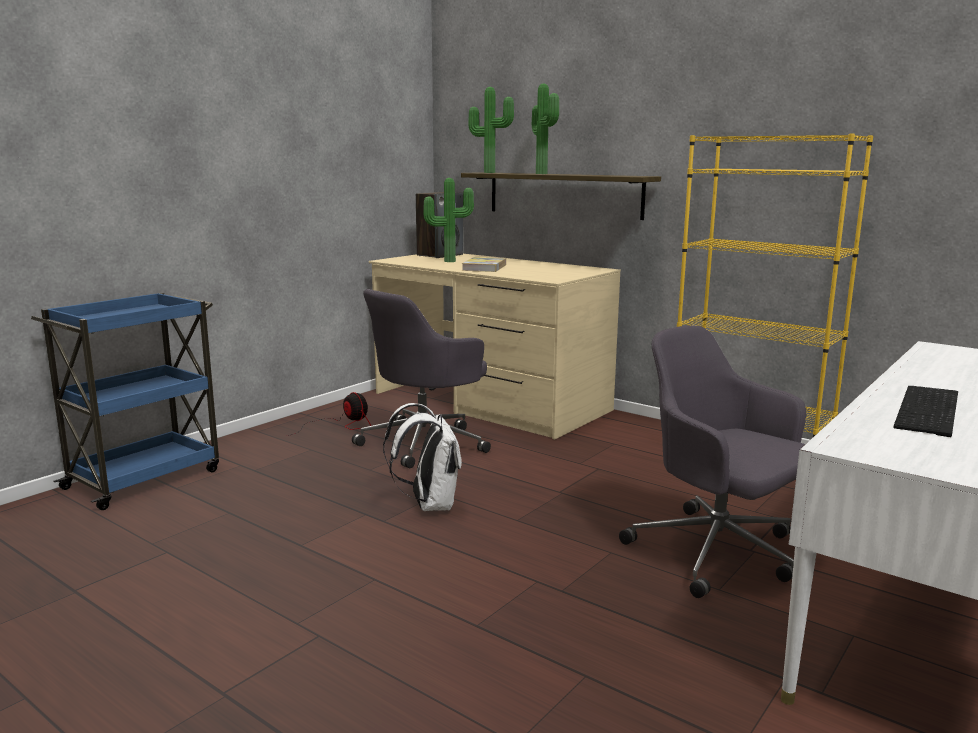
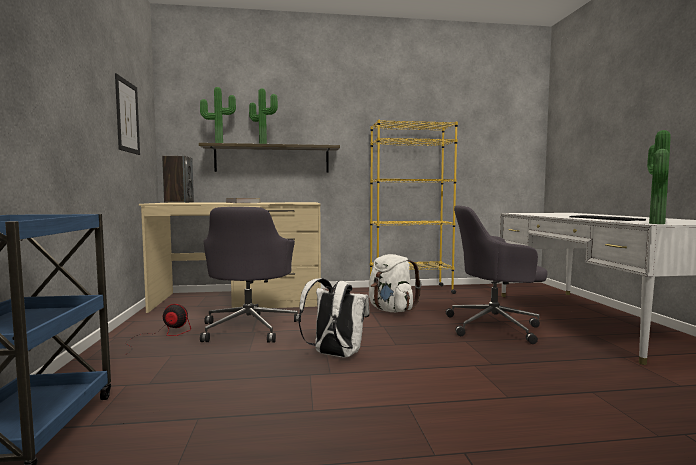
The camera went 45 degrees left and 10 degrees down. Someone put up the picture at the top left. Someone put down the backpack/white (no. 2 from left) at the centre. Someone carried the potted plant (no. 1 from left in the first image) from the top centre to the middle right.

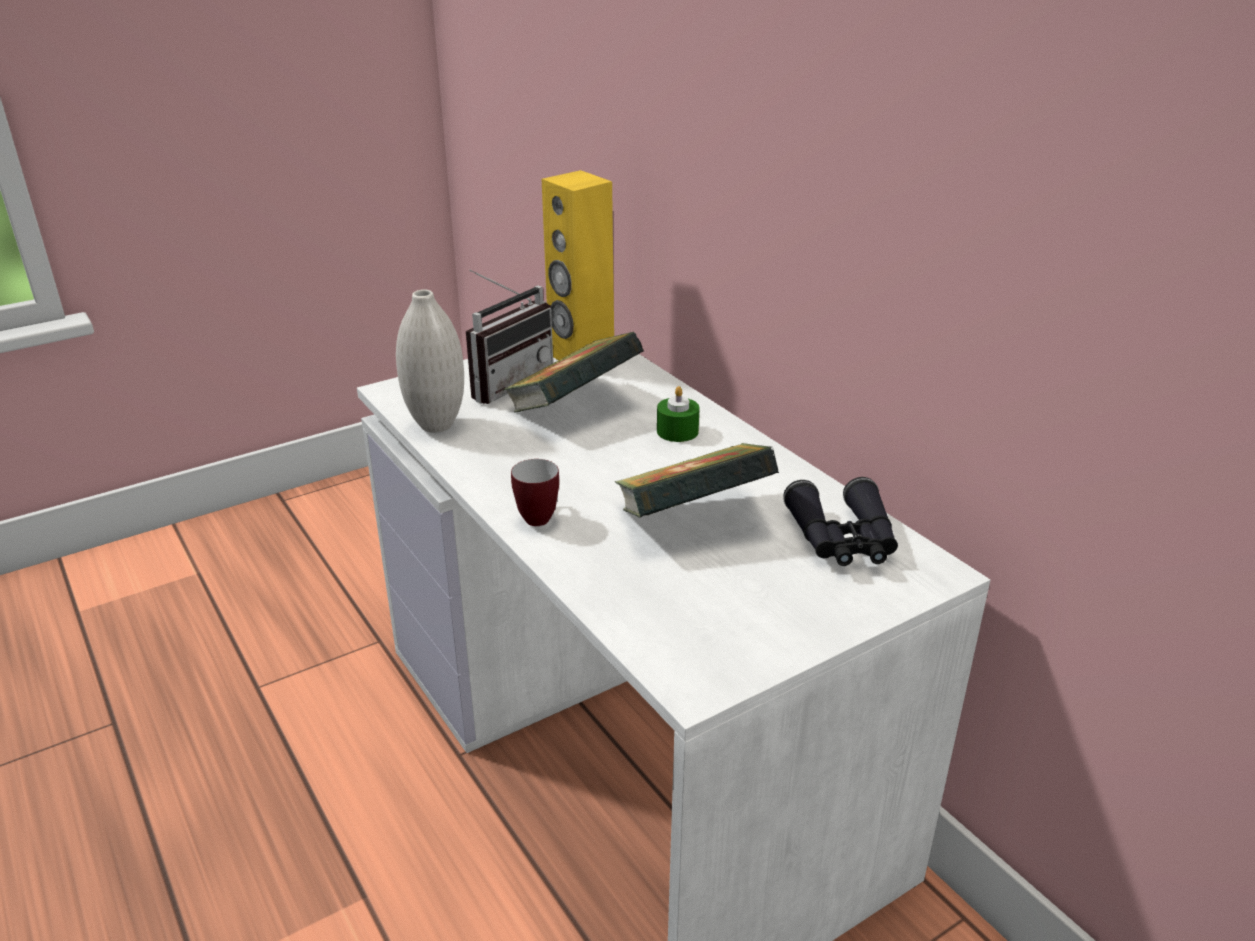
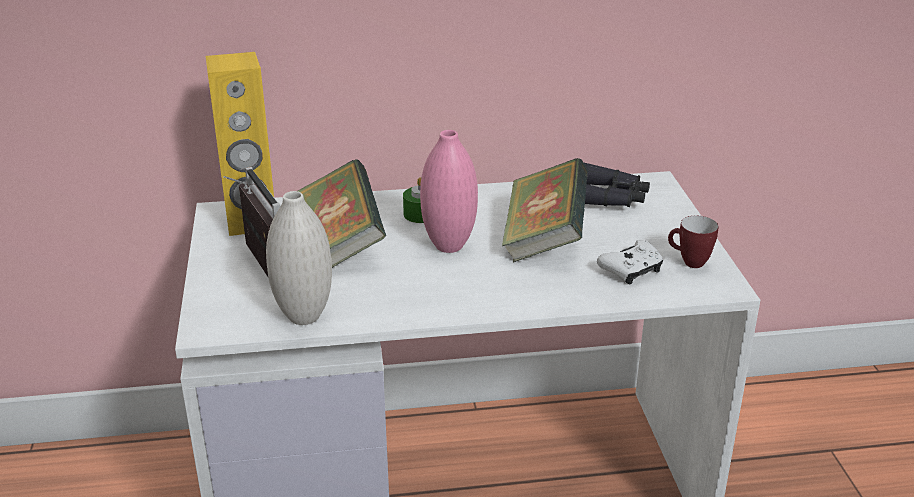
The camera went 65 degrees left and 0 degrees up. Someone put down the vase/pink at the centre. Someone put down the game controller/white at the middle right. Someone carried the mug from the centre to the middle right.

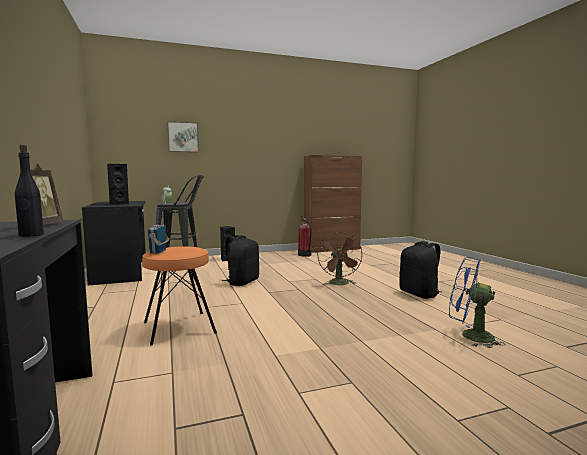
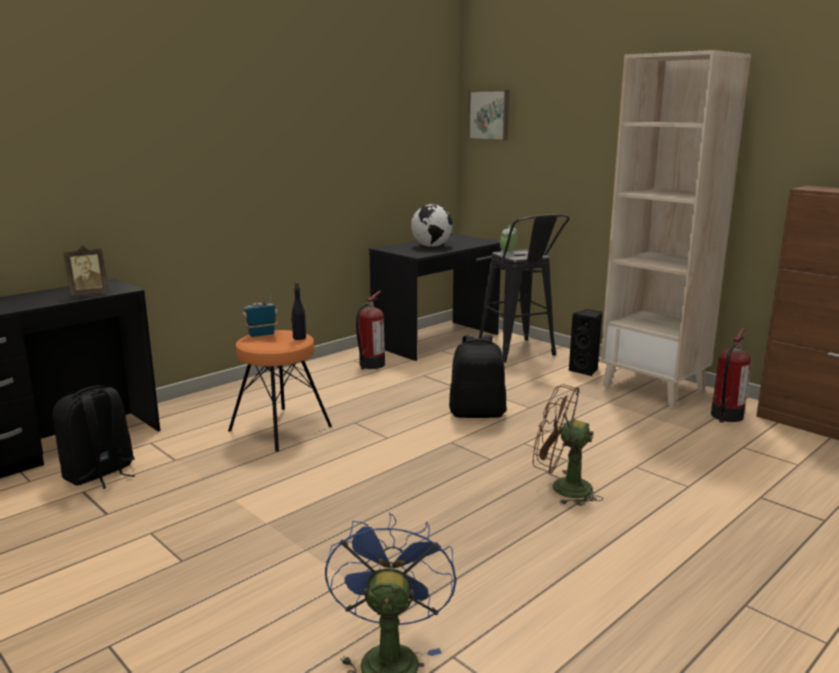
The camera went 65 degrees right and 10 degrees up. Someone carried the backpack/black (no. 2 from left in the first image) from the middle right to the middle left. Someone carried the bottle/black from the middle left to the centre. Someone put down the fire extinguisher (no. 1 from left) at the centre. Someone swapped the speaker/black (no. 1 from left) at the middle left for the globe at the centre. Someone carried the picture from the top left to the top centre. Someone rotated the fan/brown at the centre by 45 degrees clockwise. Someone put down the bookcase/beige at the middle right.

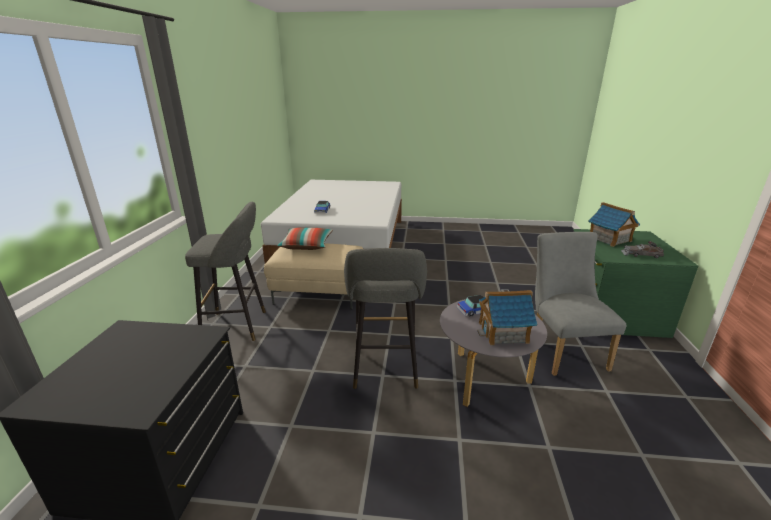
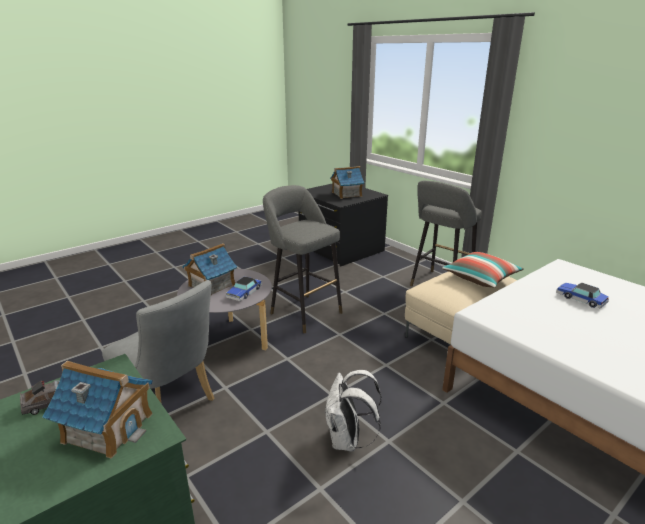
The camera went 135 degrees right and 0 degrees up. Someone put down the backpack/white at the bottom centre. Someone put down the toy house (no. 3 from left) at the centre.

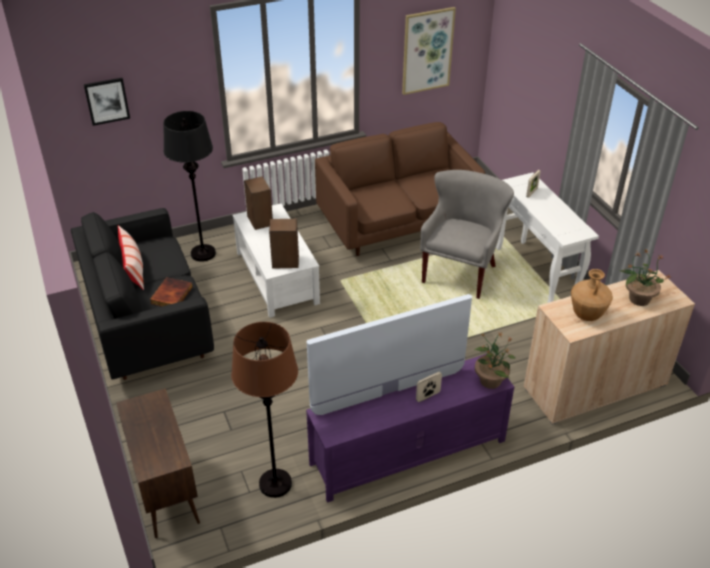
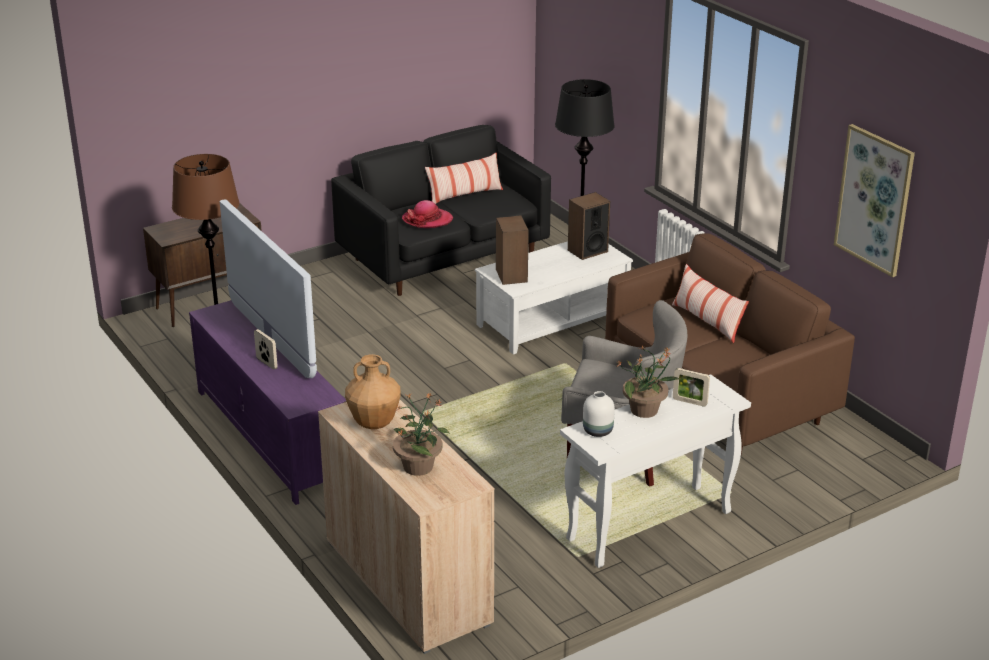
The camera went 80 degrees right and 10 degrees down. Someone swapped the book at the middle left for the hat at the top centre. Someone put down the vase/white at the centre. Someone carried the potted plant (no. 1 from left in the first image) from the middle right to the centre. Someone put down the pillow (no. 2 from left) at the middle right. Someone took away the picture (no. 1 from left) at the top left.

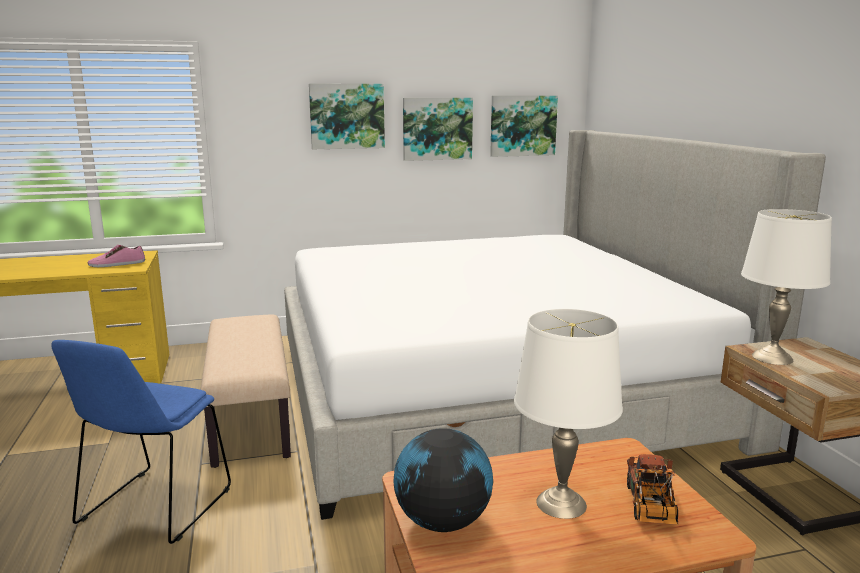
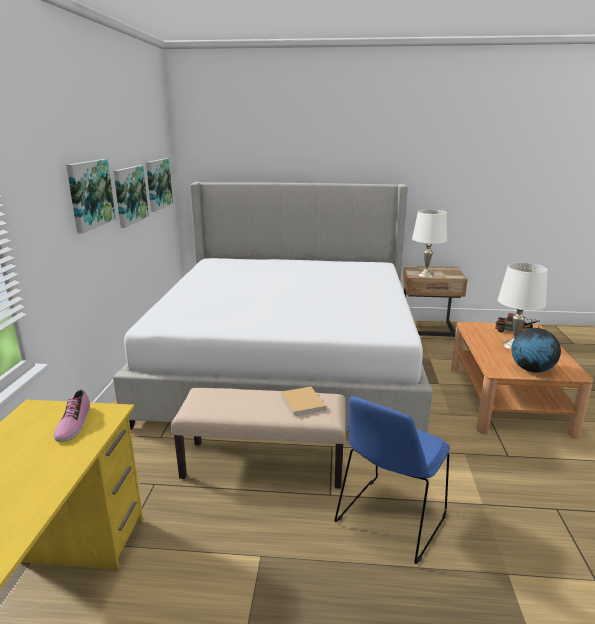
The camera went 70 degrees left and 5 degrees up. Someone put down the book/beige at the centre. Someone rotated the chair/blue at the bottom left by 90 degrees clockwise.

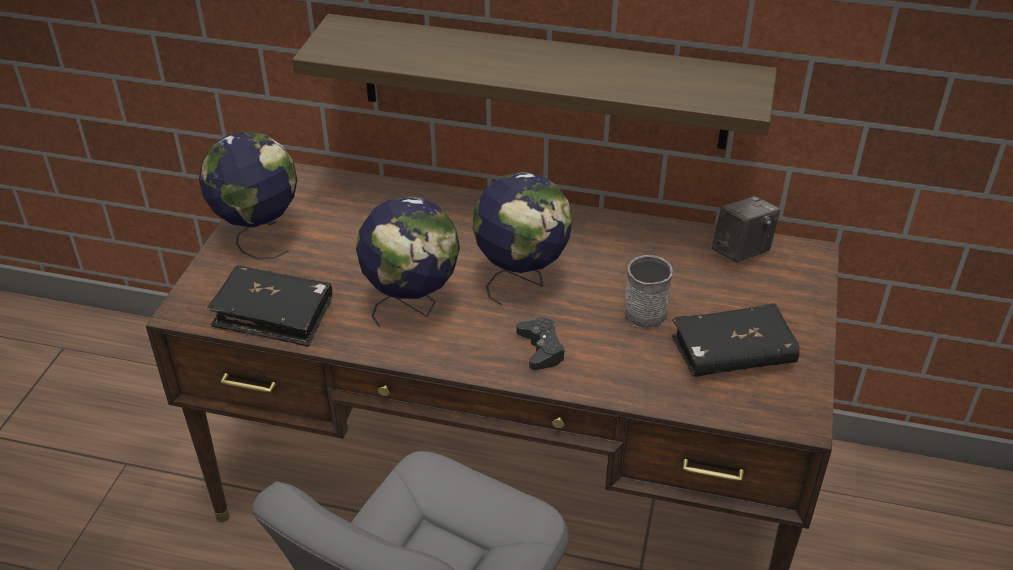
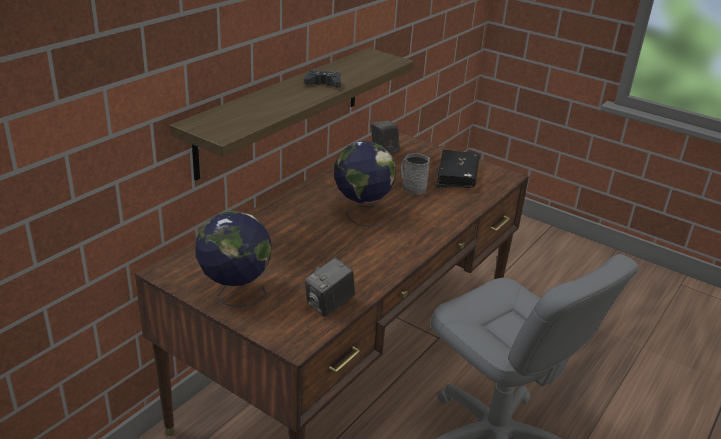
The camera went 70 degrees left and 10 degrees down. Someone carried the game controller/black from the centre to the top centre. Someone swapped the book/black (no. 1 from left) at the middle left for the photo camera (no. 1 from left) at the centre. Someone took away the globe (no. 2 from left) at the centre.

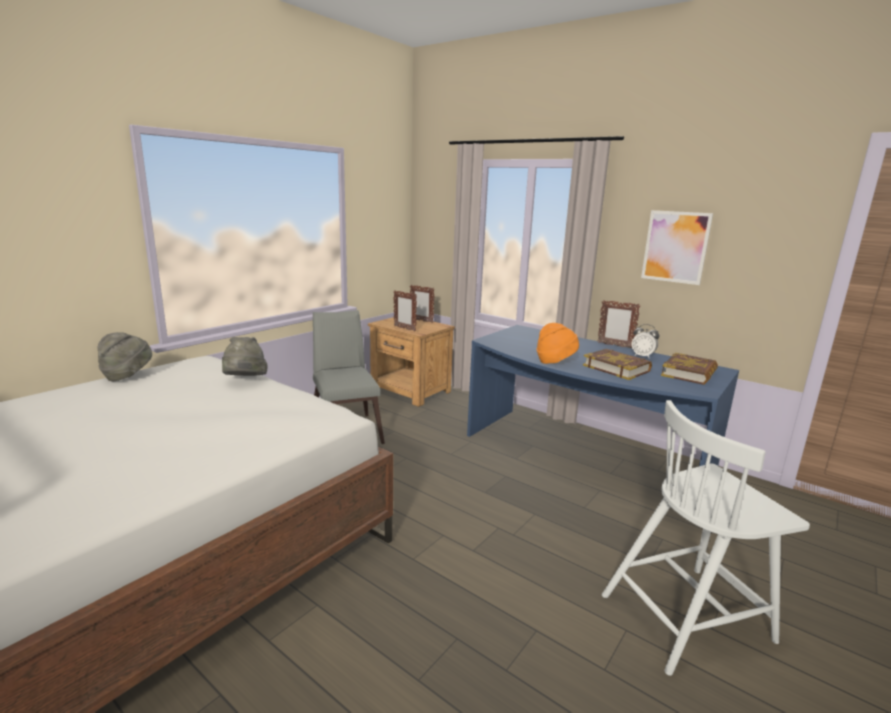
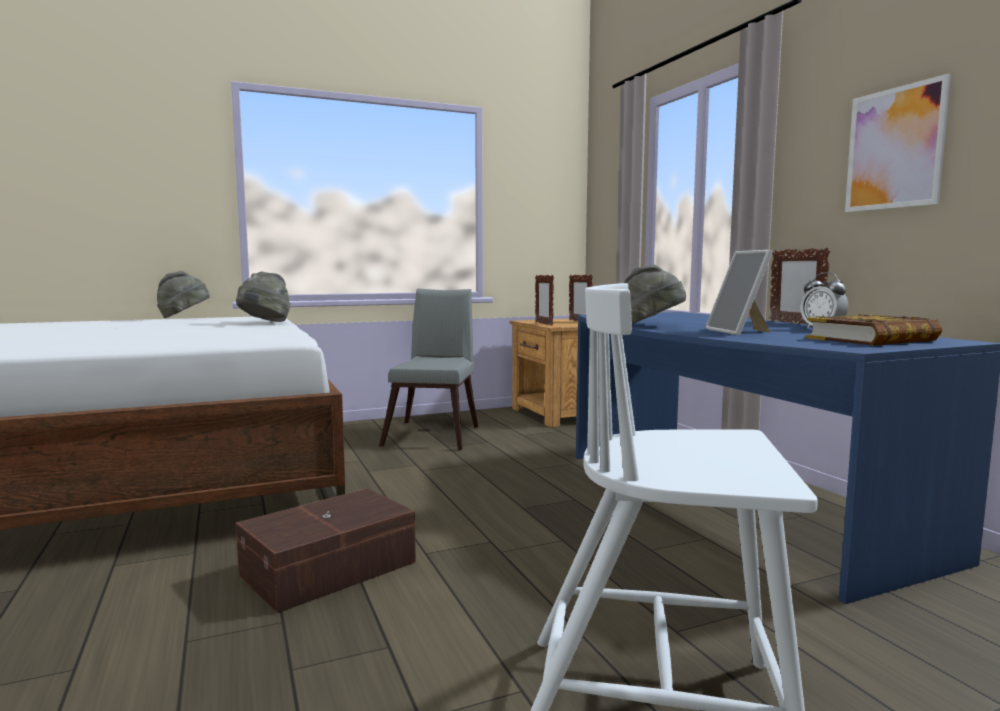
The camera went 30 degrees right and 10 degrees down. Someone put down the storage box/brown at the bottom left. Someone repainted the hat/orange at the centre, which became the hat/grey (no. 3 from left) at the centre. Someone swapped the book (no. 1 from left) at the middle right for the picture frame (no. 3 from left) at the middle right.

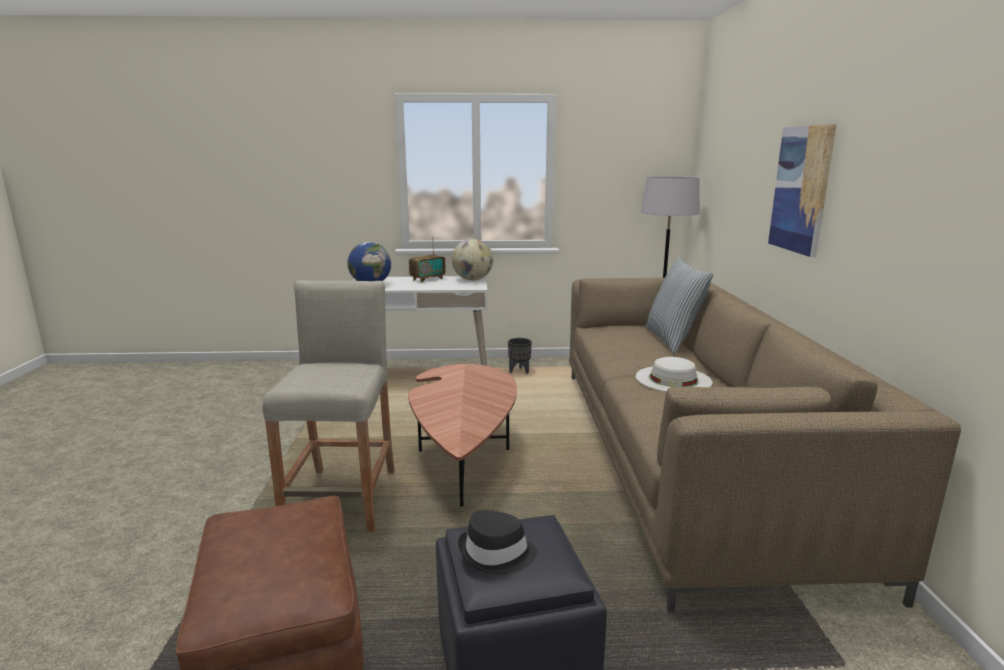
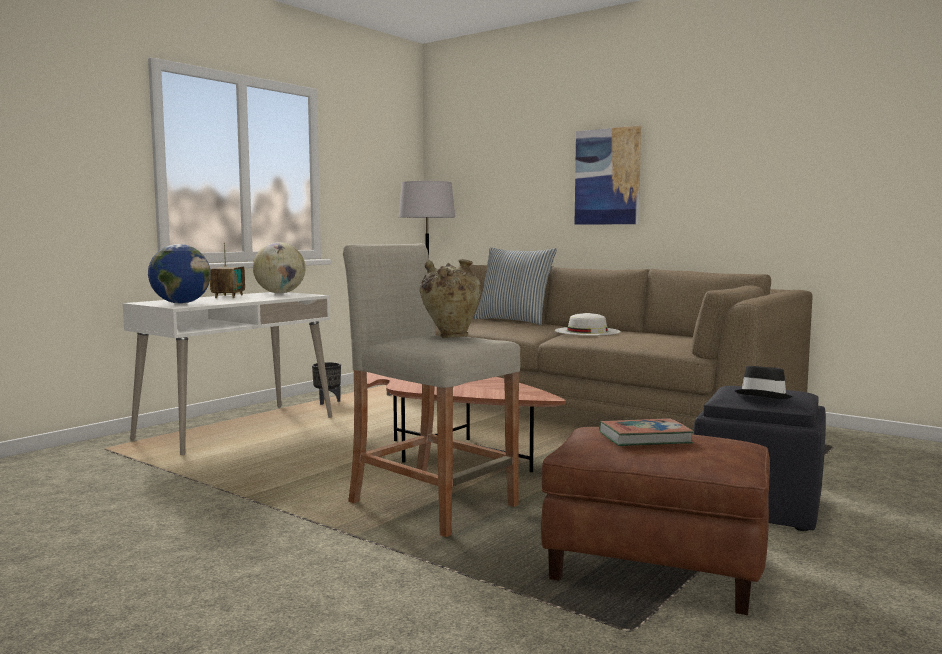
The camera went 50 degrees left and 10 degrees down. Someone put down the vase/beige at the centre. Someone put down the book at the middle right.

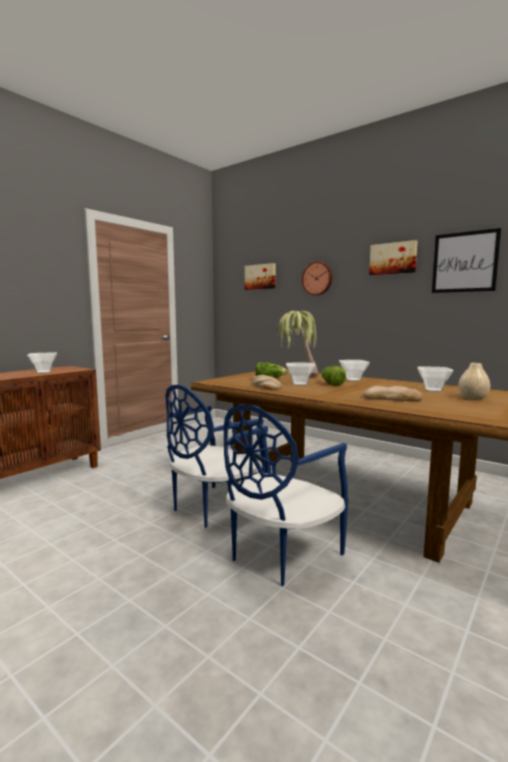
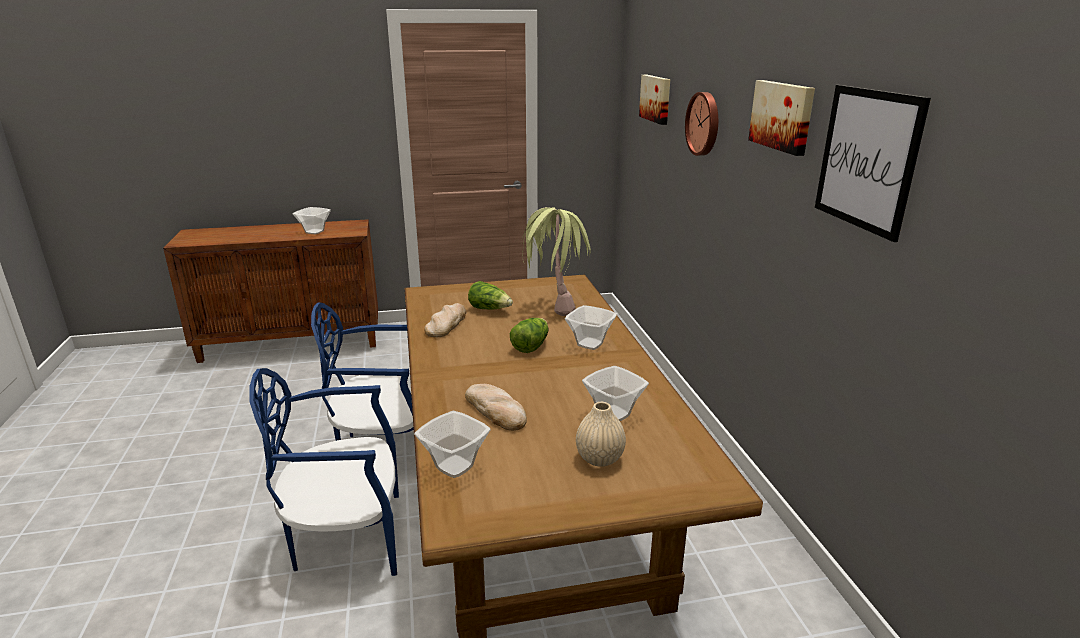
The camera went 40 degrees right and 15 degrees up. Someone carried the bowl (no. 2 from left) from the centre to the bottom centre.

